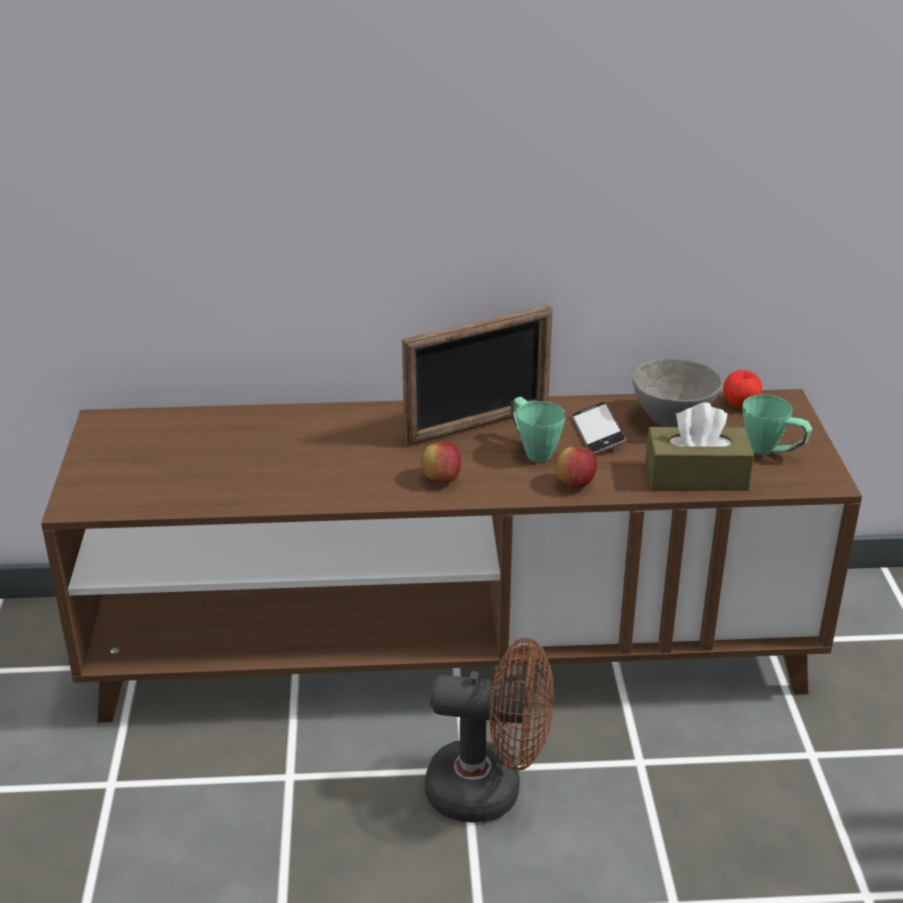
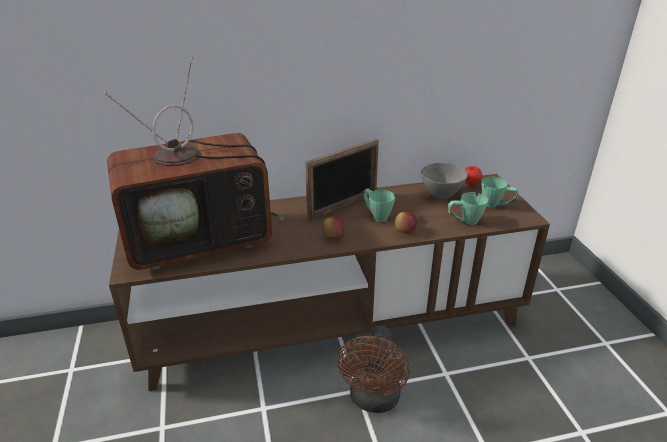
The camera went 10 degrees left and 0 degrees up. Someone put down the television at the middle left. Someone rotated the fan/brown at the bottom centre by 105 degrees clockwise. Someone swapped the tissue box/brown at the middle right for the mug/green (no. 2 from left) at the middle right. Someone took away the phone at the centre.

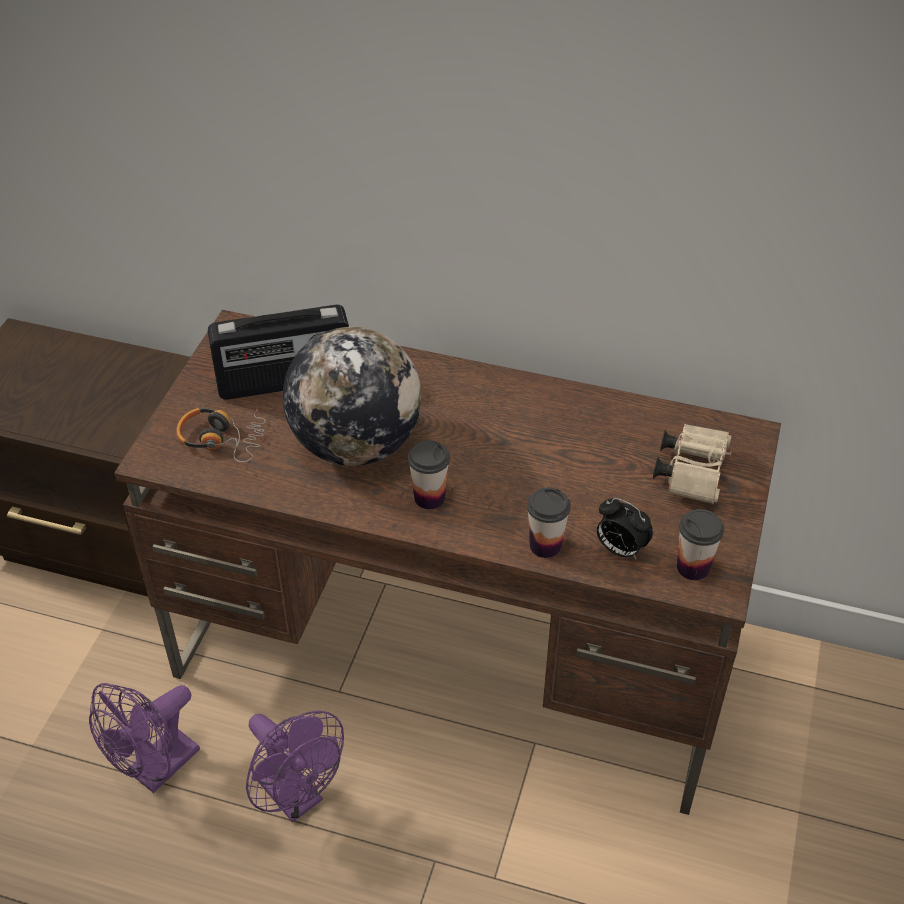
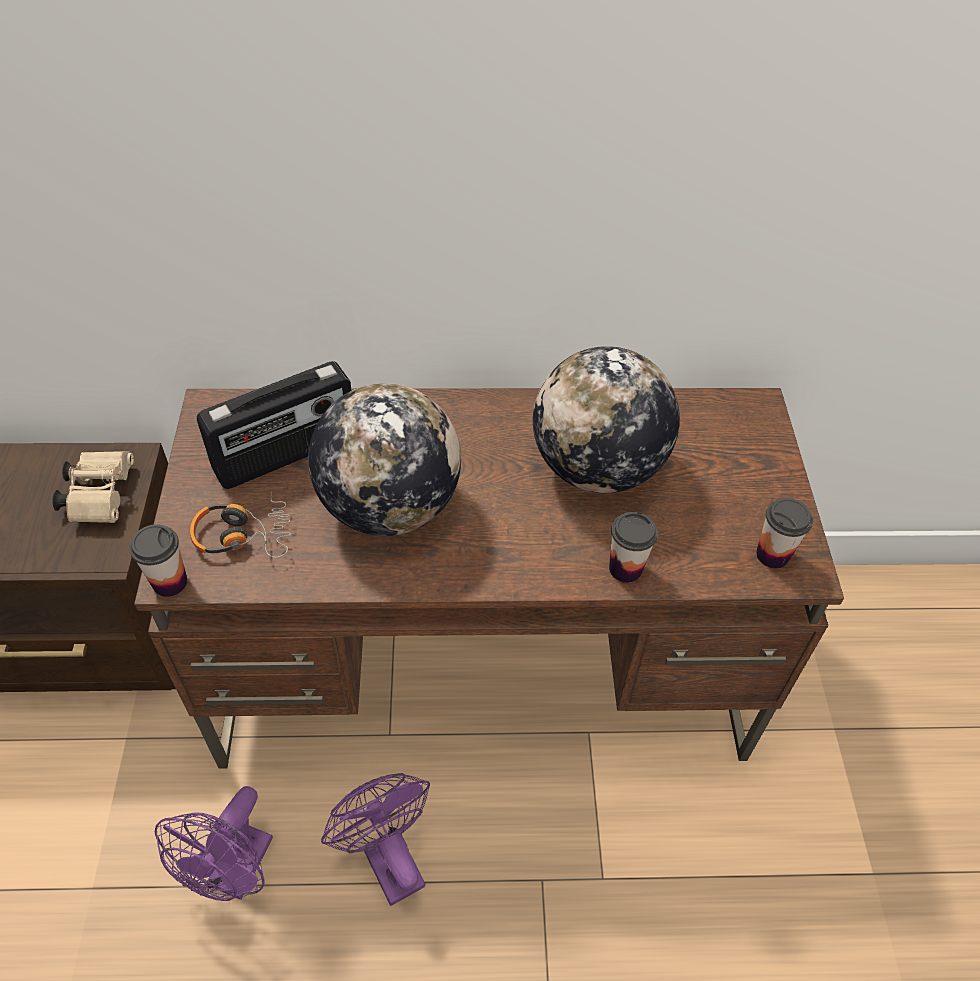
The camera went 20 degrees left and 5 degrees up. Someone carried the binoculars/beige from the middle right to the middle left. Someone carried the cup (no. 1 from left) from the centre to the middle left. Someone rotated the fan/purple (no. 2 from left) at the bottom left by 150 degrees counterclockwise. Someone put down the globe (no. 2 from left) at the centre. Someone took away the alarm clock at the middle right.

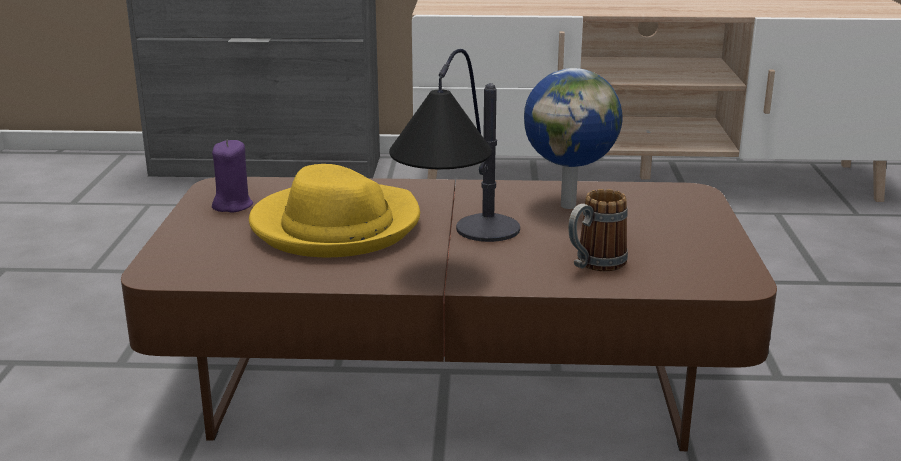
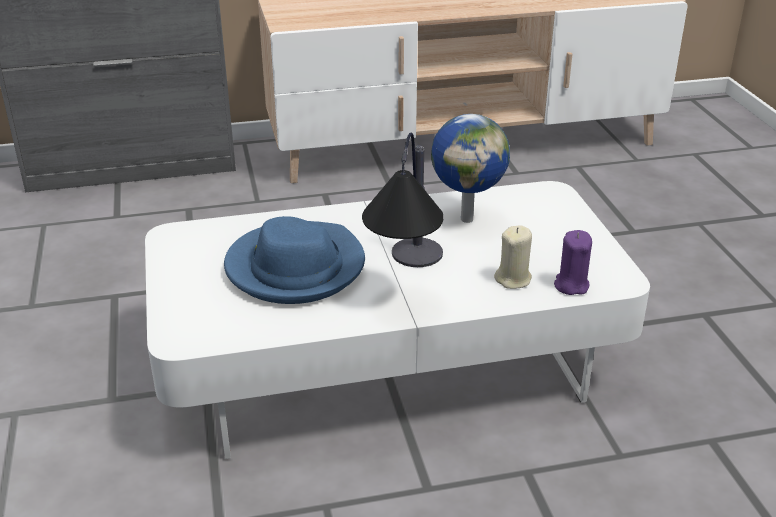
The camera went 15 degrees left and 10 degrees up. Someone repainted the coffee table/brown at the bottom centre, which became the coffee table/white at the centre. Someone repainted the hat/yellow at the centre, which became the hat/blue at the centre. Someone swapped the mug at the centre for the candle/beige at the centre. Someone carried the candle/purple from the middle left to the middle right.

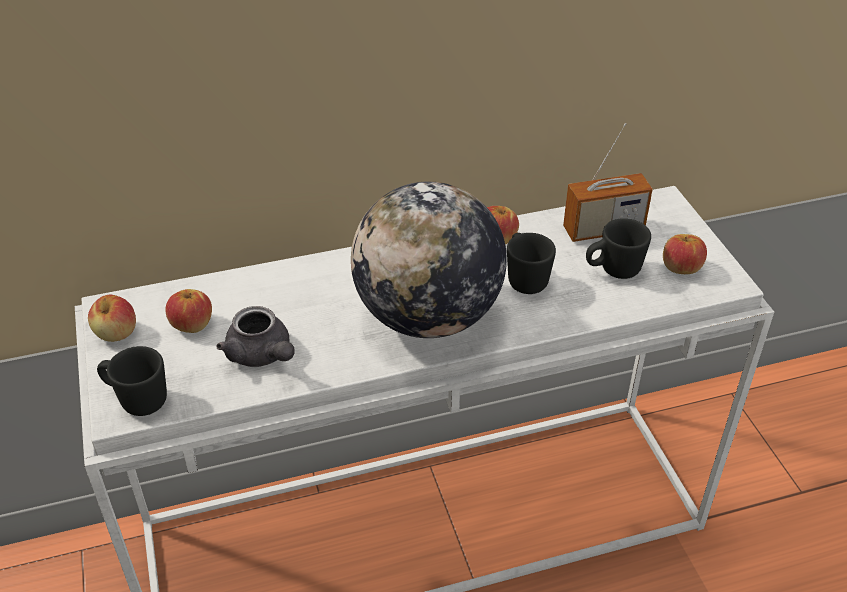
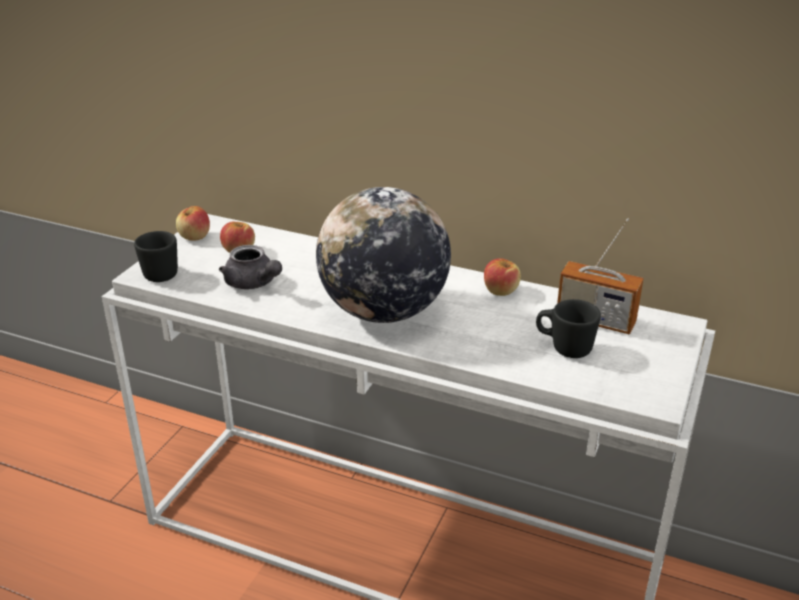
The camera went 40 degrees right and 10 degrees down. Someone rotated the teapot/grey at the middle left by 45 degrees counterclockwise. Someone took away the mug/black (no. 2 from left) at the centre. Someone took away the apple (no. 4 from left) at the middle right.

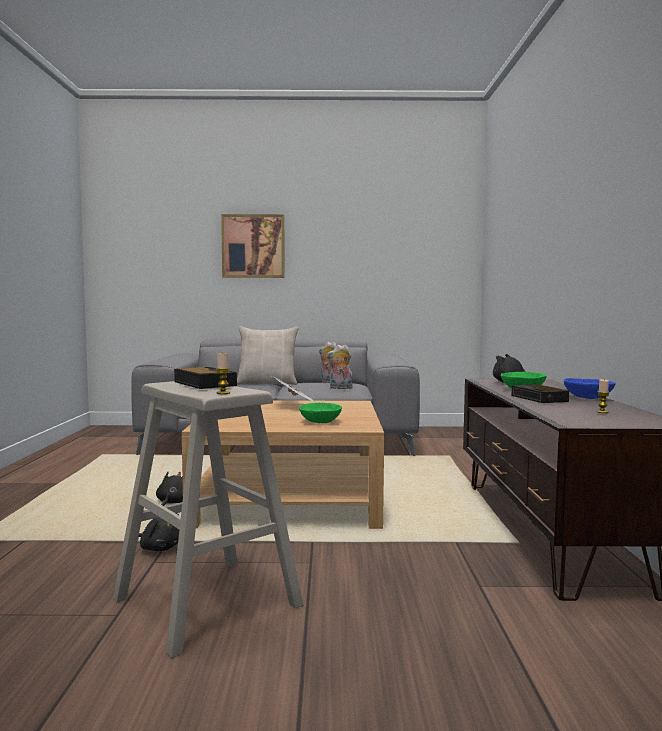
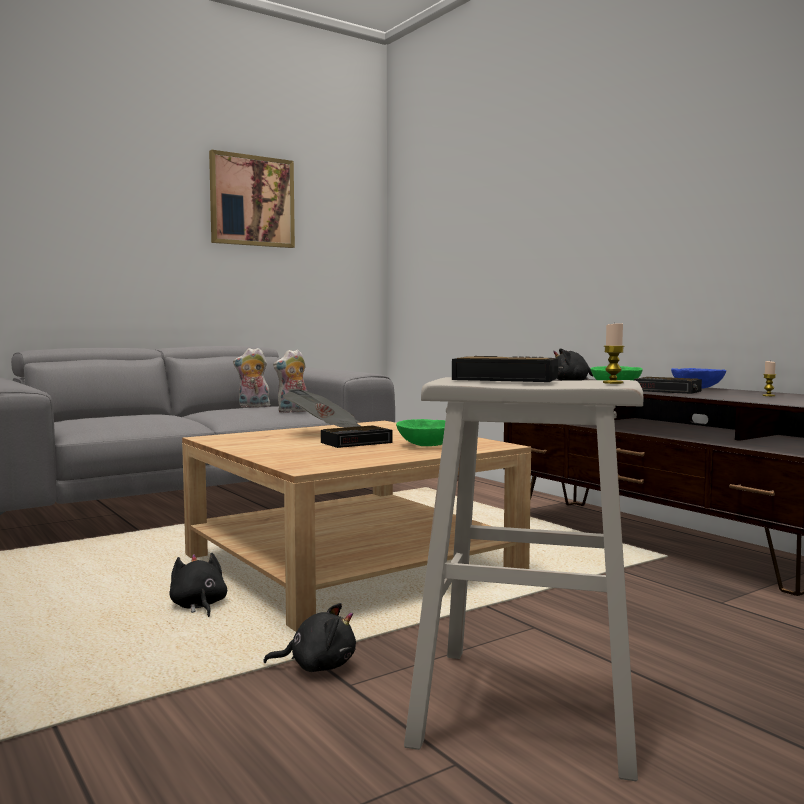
The camera went 35 degrees left and 0 degrees up. Someone carried the picture from the centre to the top left. Someone put down the alarm clock (no. 1 from left) at the centre. Someone took away the pillow/beige at the centre.

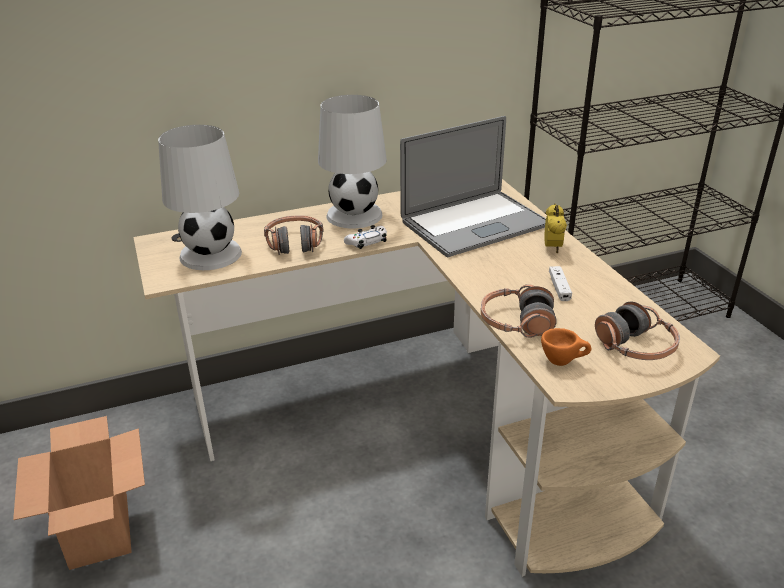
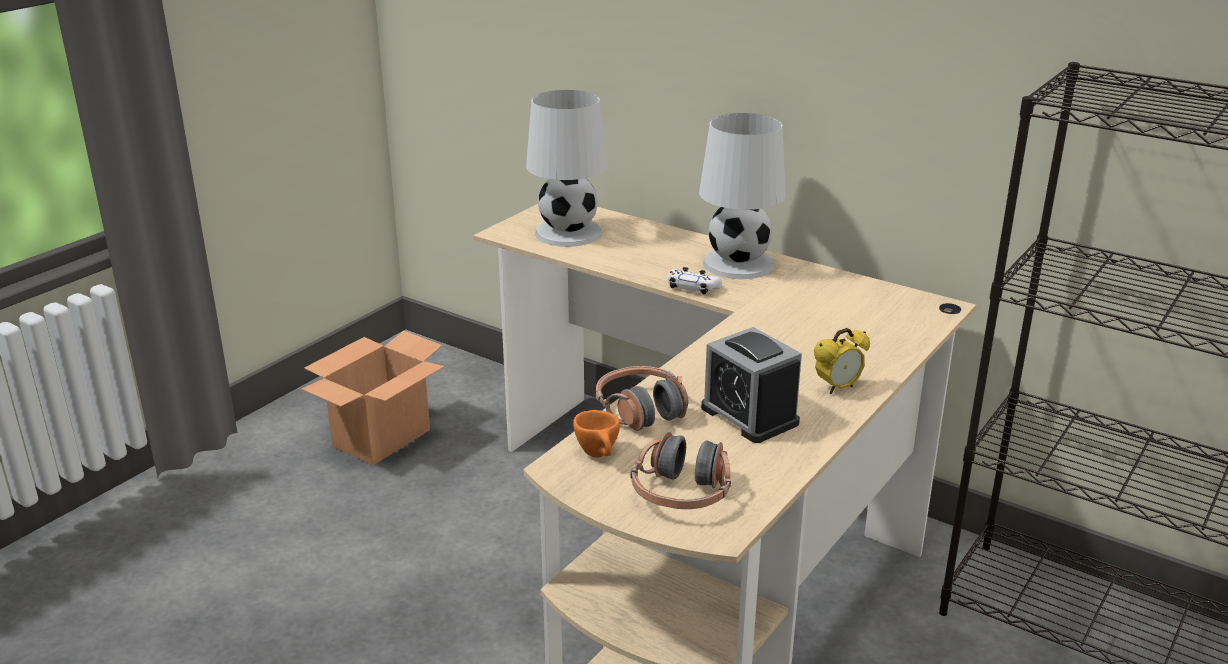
The camera went 55 degrees right and 5 degrees down. Someone swapped the game controller/white (no. 2 from left) at the middle right for the alarm clock (no. 1 from left) at the centre. Someone took away the headphones (no. 1 from left) at the centre. Someone took away the laptop at the top centre.

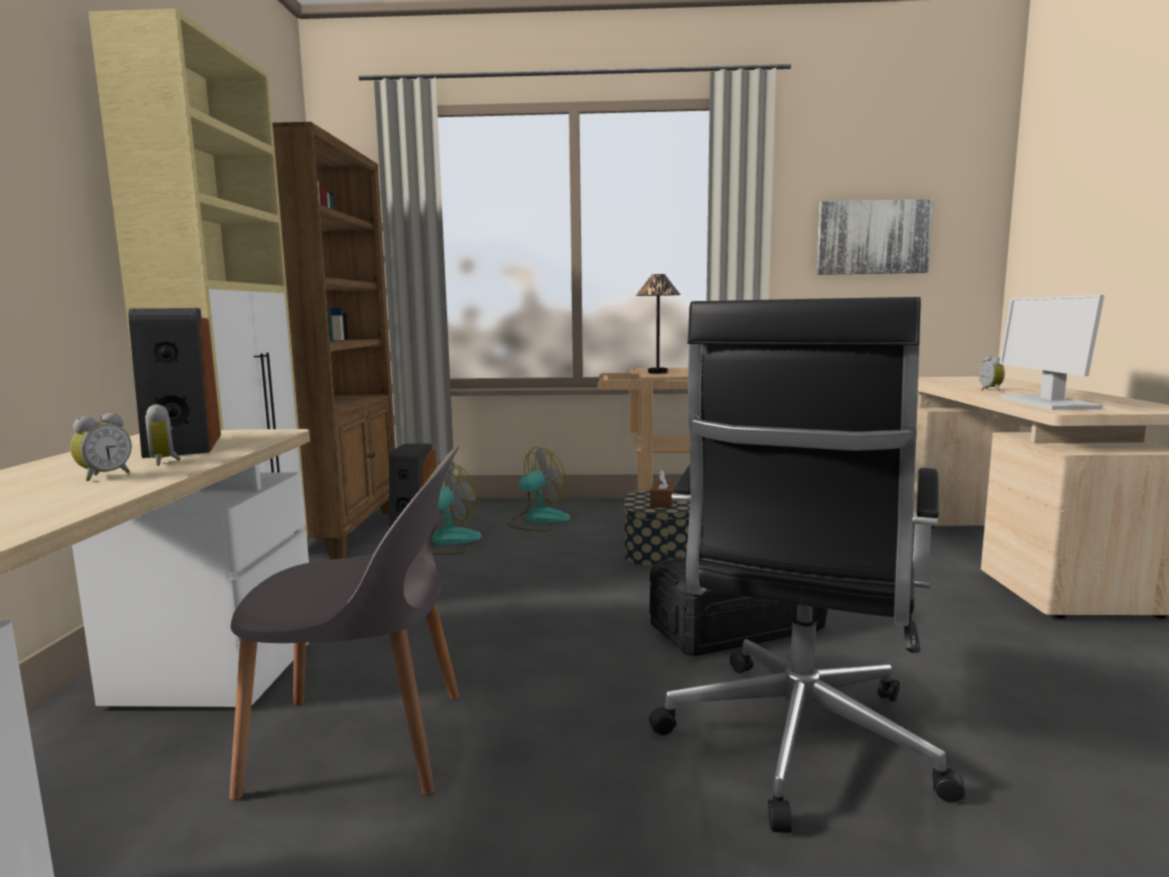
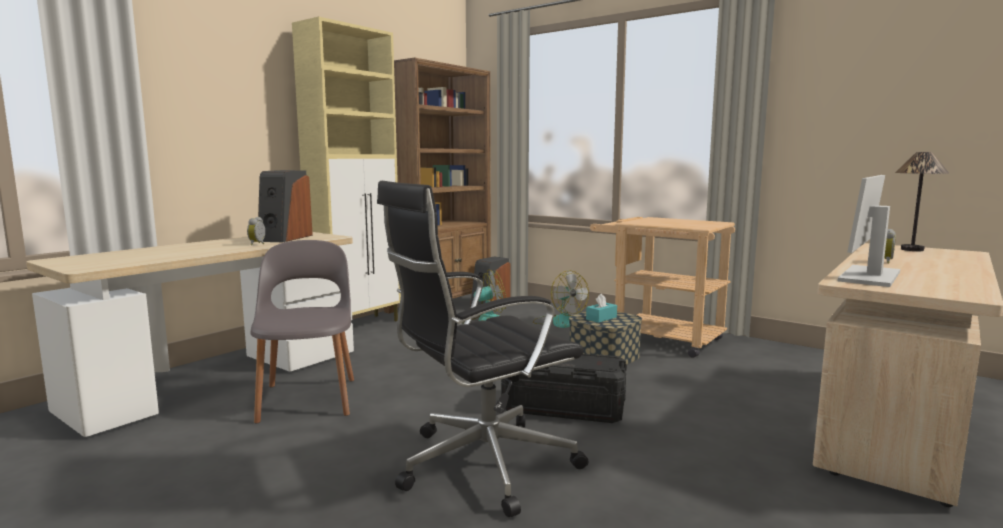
The camera went 35 degrees right and 0 degrees up. Someone rotated the chair/grey at the bottom left by 135 degrees counterclockwise. Someone rotated the fan (no. 2 from left) at the centre by 60 degrees clockwise. Someone repainted the tissue box/brown at the centre, which became the tissue box/turquoise at the centre. Someone carried the table lamp from the centre to the middle right. Someone took away the alarm clock (no. 1 from left) at the middle left. Someone took away the picture at the top right.

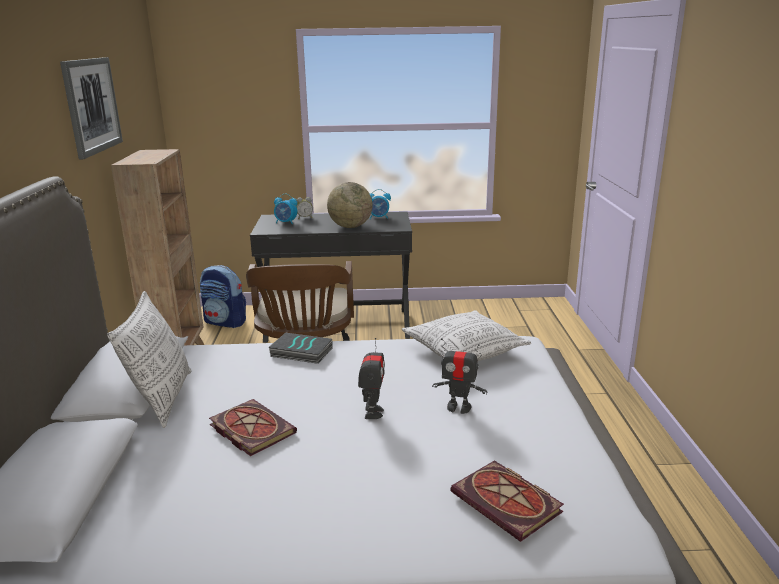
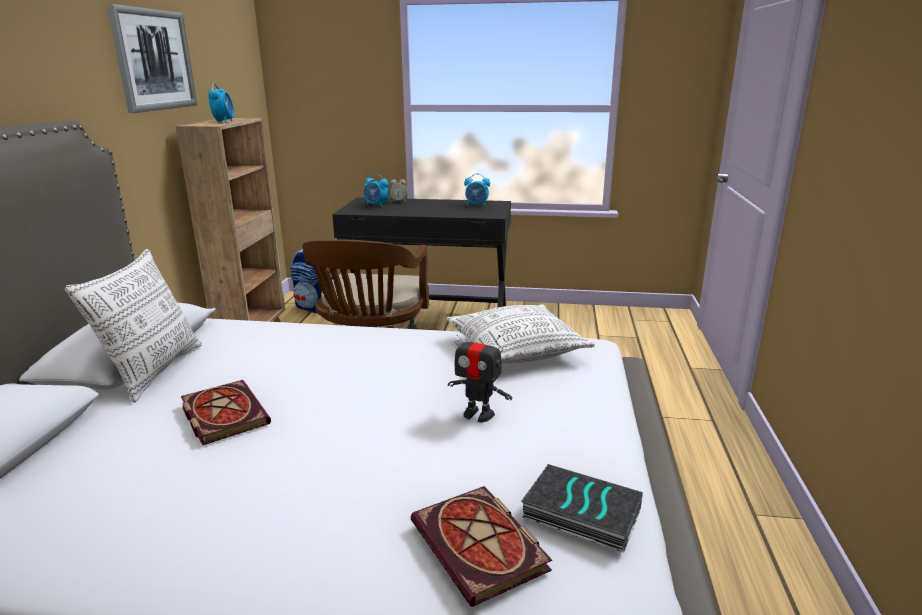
The camera went 10 degrees right and 0 degrees up. Someone put down the alarm clock (no. 1 from left) at the top left. Someone carried the book (no. 2 from left in the first image) from the centre to the bottom centre. Someone took away the globe at the centre. Someone took away the toy robot (no. 1 from left) at the centre.

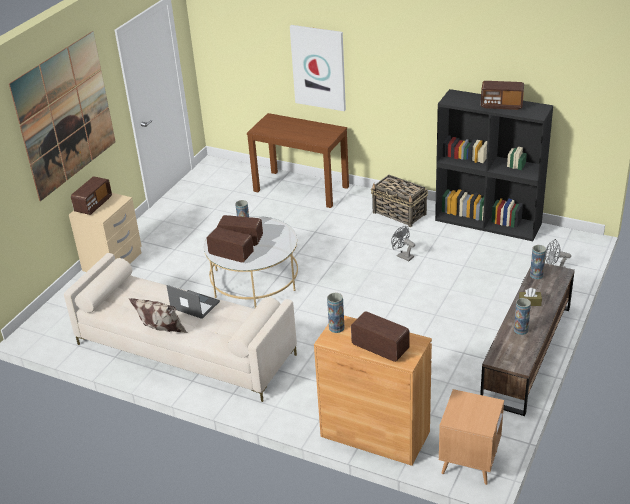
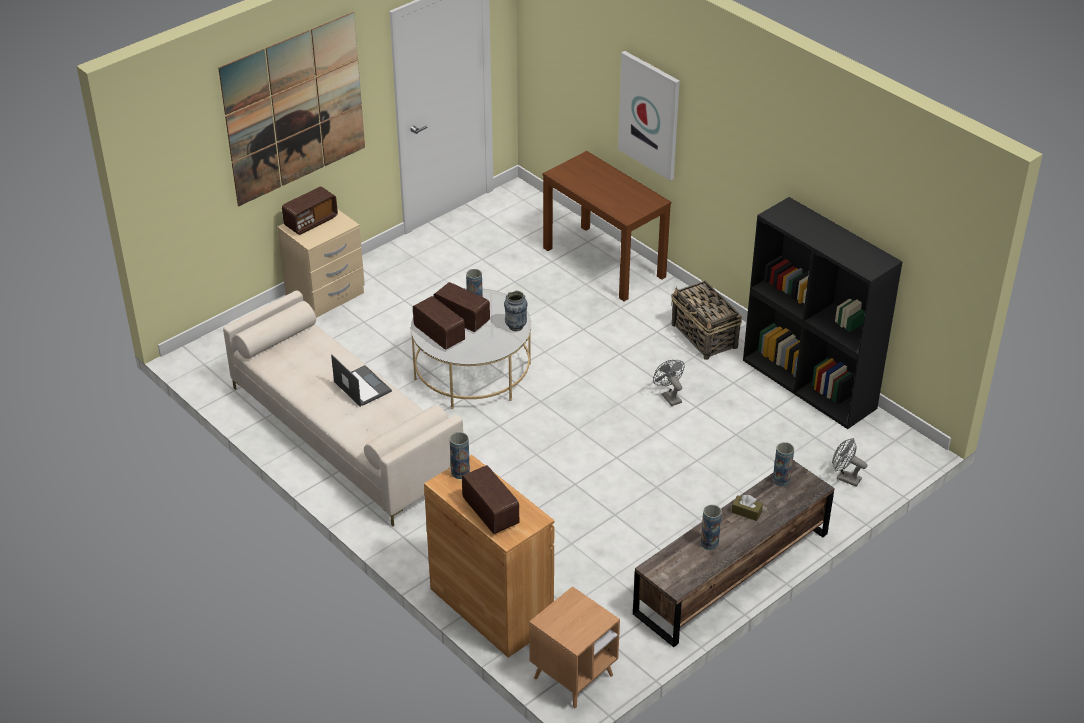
The camera went 20 degrees right and 5 degrees up. Someone put down the vase (no. 3 from left) at the centre. Someone took away the pillow at the middle left. Someone took away the radio (no. 5 from left) at the top right.

